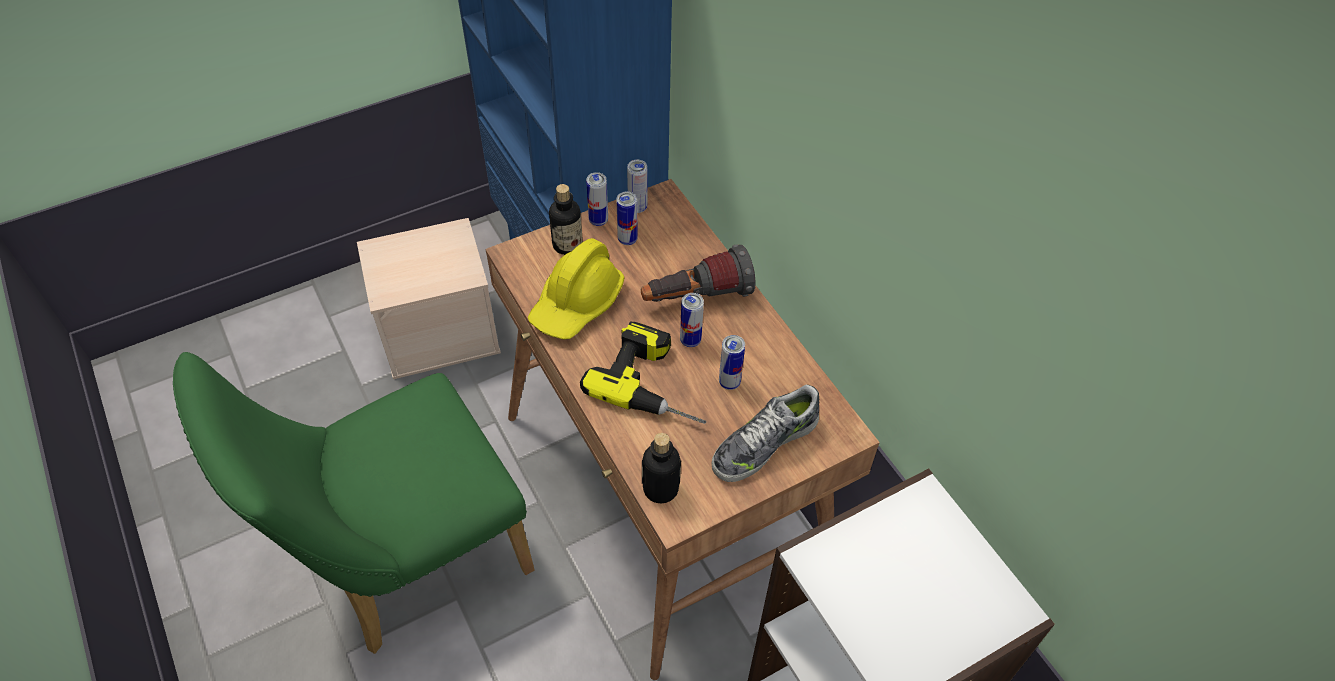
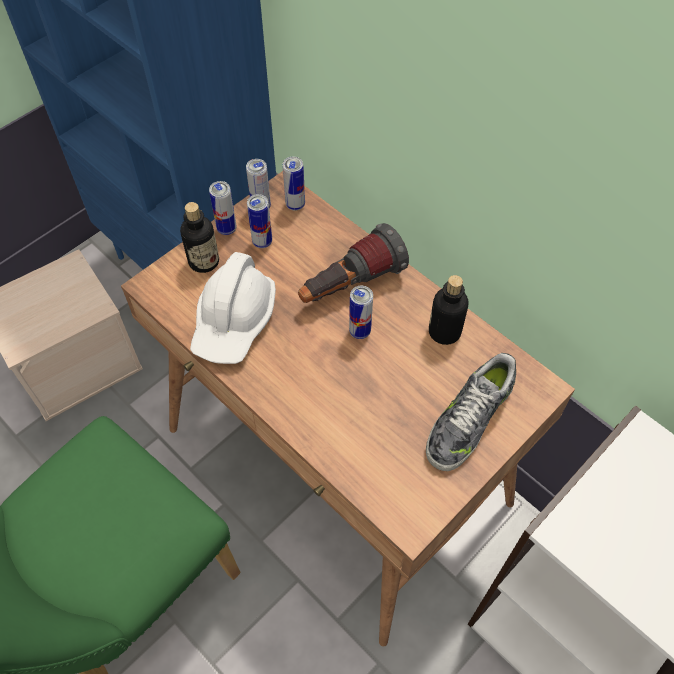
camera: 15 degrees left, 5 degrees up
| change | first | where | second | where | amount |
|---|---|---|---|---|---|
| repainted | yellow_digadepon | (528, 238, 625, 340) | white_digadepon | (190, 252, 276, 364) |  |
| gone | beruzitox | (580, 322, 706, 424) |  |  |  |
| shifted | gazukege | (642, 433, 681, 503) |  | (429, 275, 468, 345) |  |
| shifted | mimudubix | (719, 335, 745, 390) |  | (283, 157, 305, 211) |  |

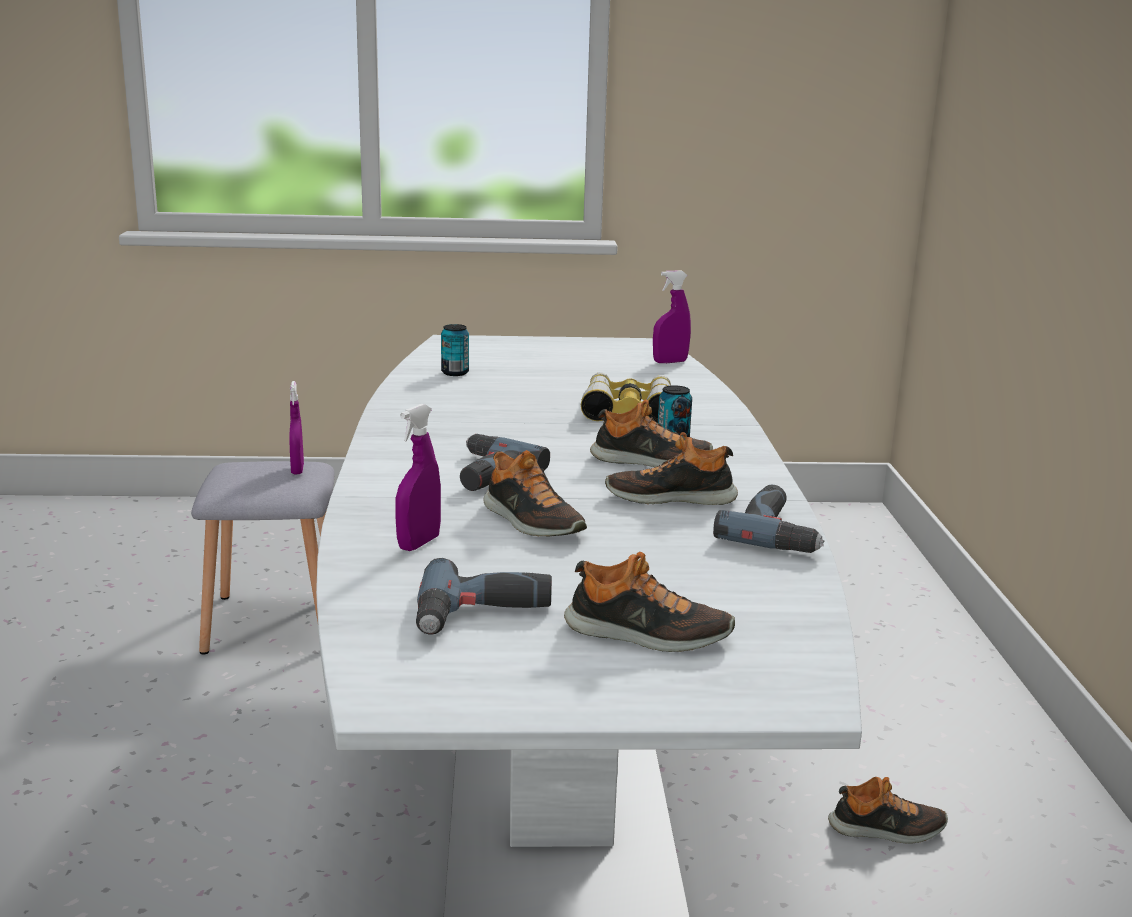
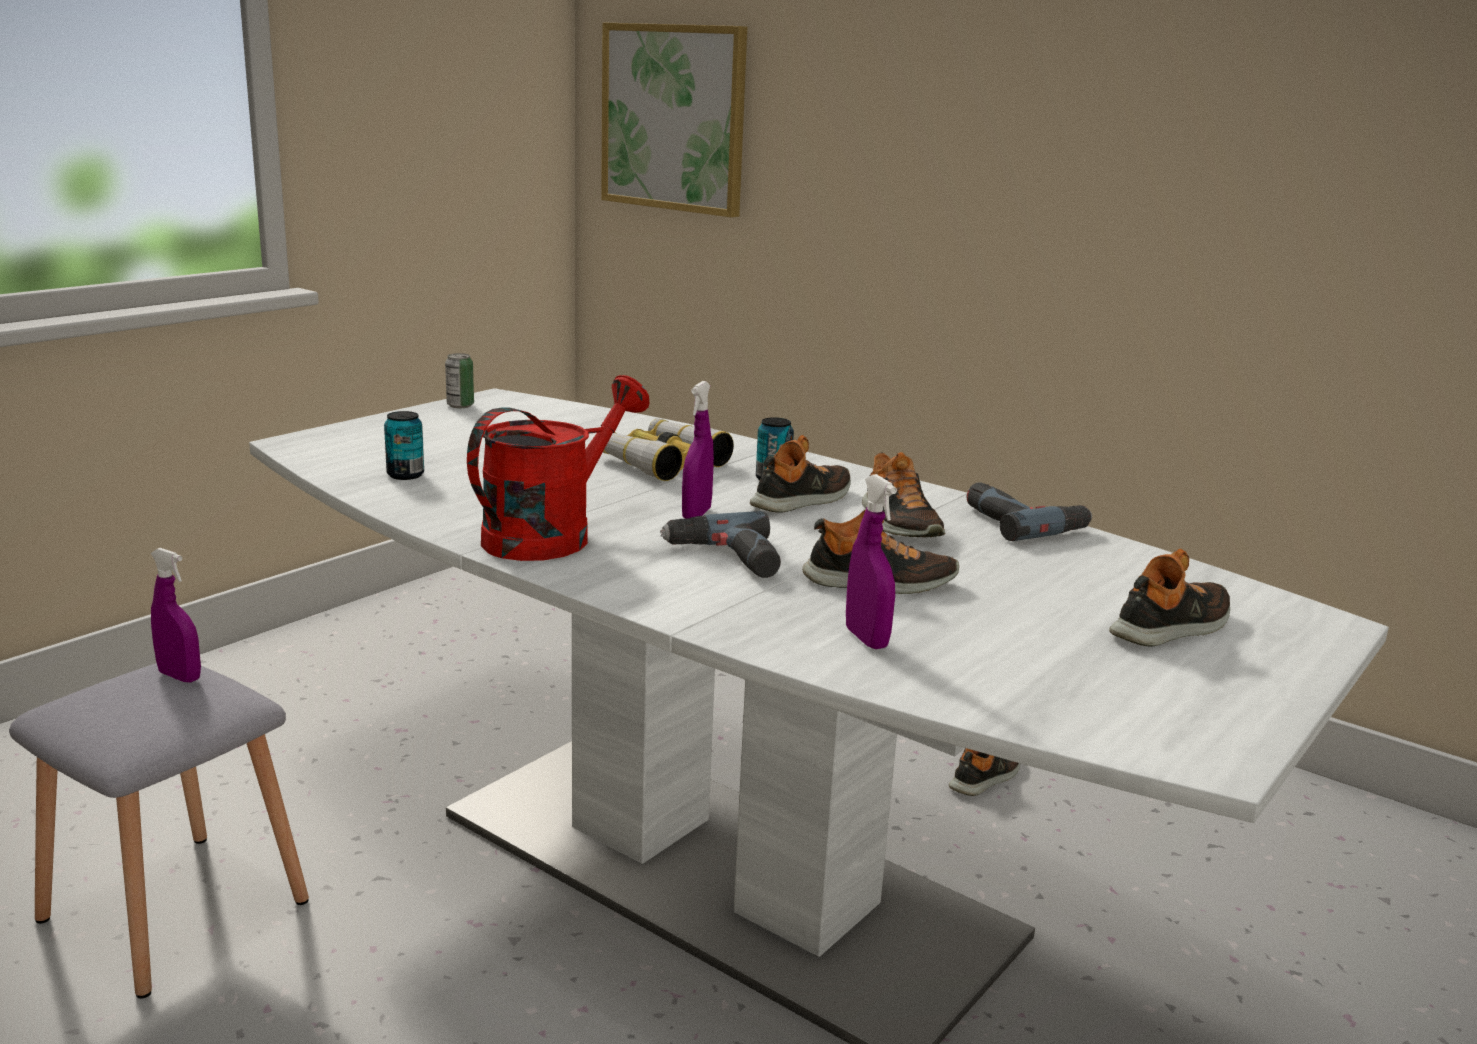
camera: 50 degrees left, 0 degrees up
| change | first | where | second | where | amount |
|---|---|---|---|---|---|
| gone | beruzitox | (416, 558, 552, 635) |  |  |  |
| rotated | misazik | (605, 432, 738, 505) |  | (862, 452, 946, 537) | 60 degrees counterclockwise |
| shifted | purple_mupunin | (653, 270, 691, 363) |  | (682, 381, 714, 519) |  |
| new |  |  | mimudubix | (445, 353, 474, 408) |  |
| new |  |  | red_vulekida | (467, 375, 650, 561) |  |
| new |  |  | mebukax | (601, 23, 747, 217) |  |

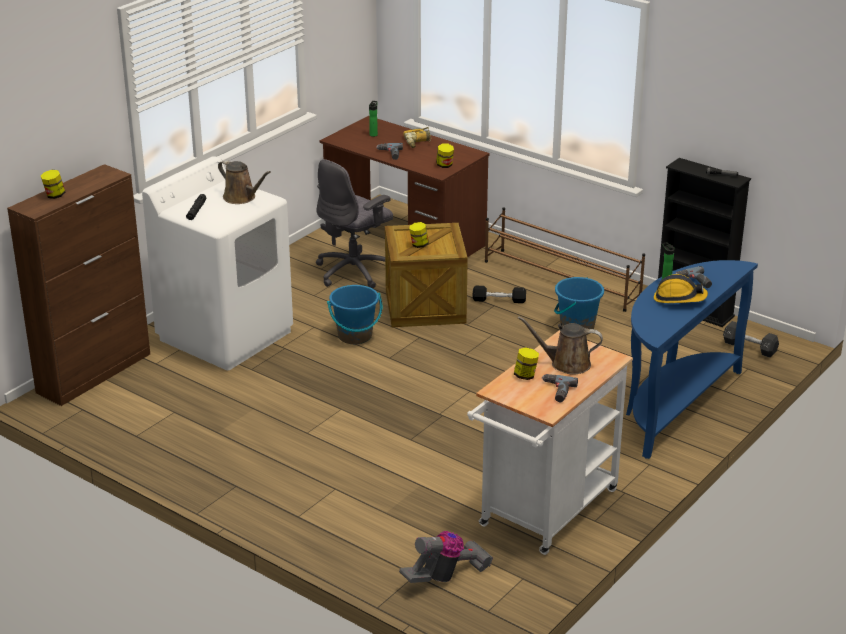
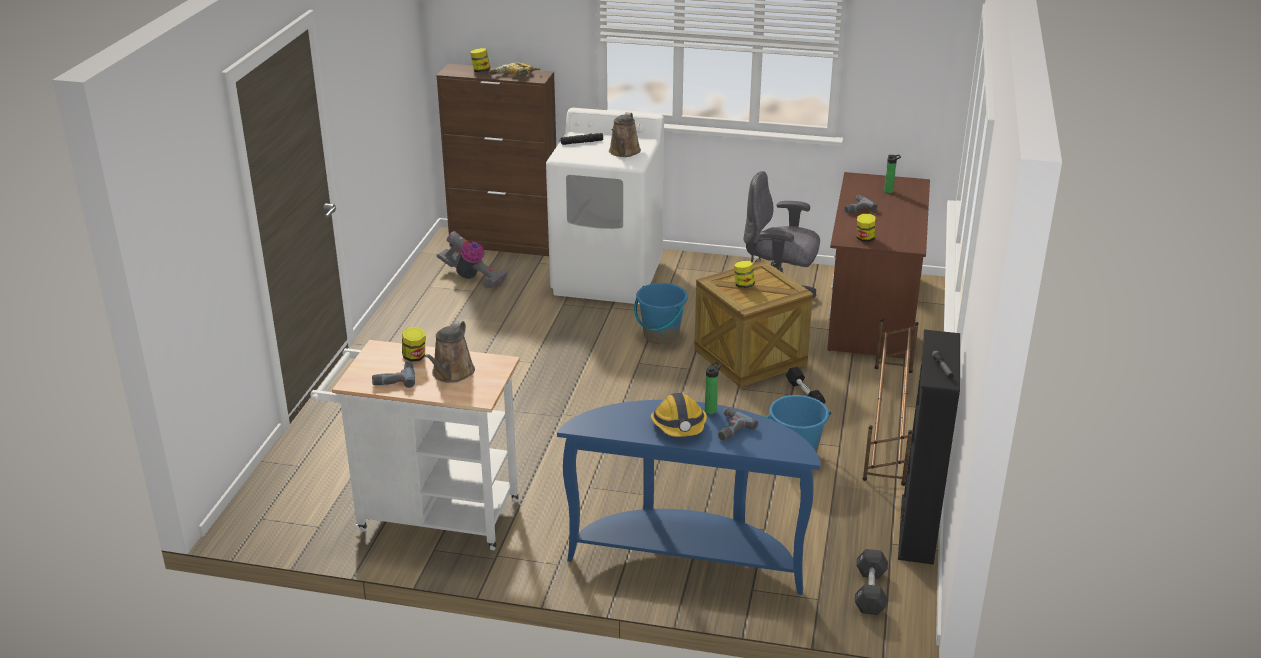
camera: 65 degrees right, 0 degrees up
| change | first | where | second | where | amount |
|---|---|---|---|---|---|
| shifted | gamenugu | (399, 531, 493, 583) |  | (437, 231, 508, 289) |  |
| shifted | beruzitox | (403, 127, 432, 148) |  | (489, 63, 540, 78) |  |
| rotated | brown_vulekida | (518, 316, 603, 375) |  | (424, 320, 475, 383) | 150 degrees counterclockwise |

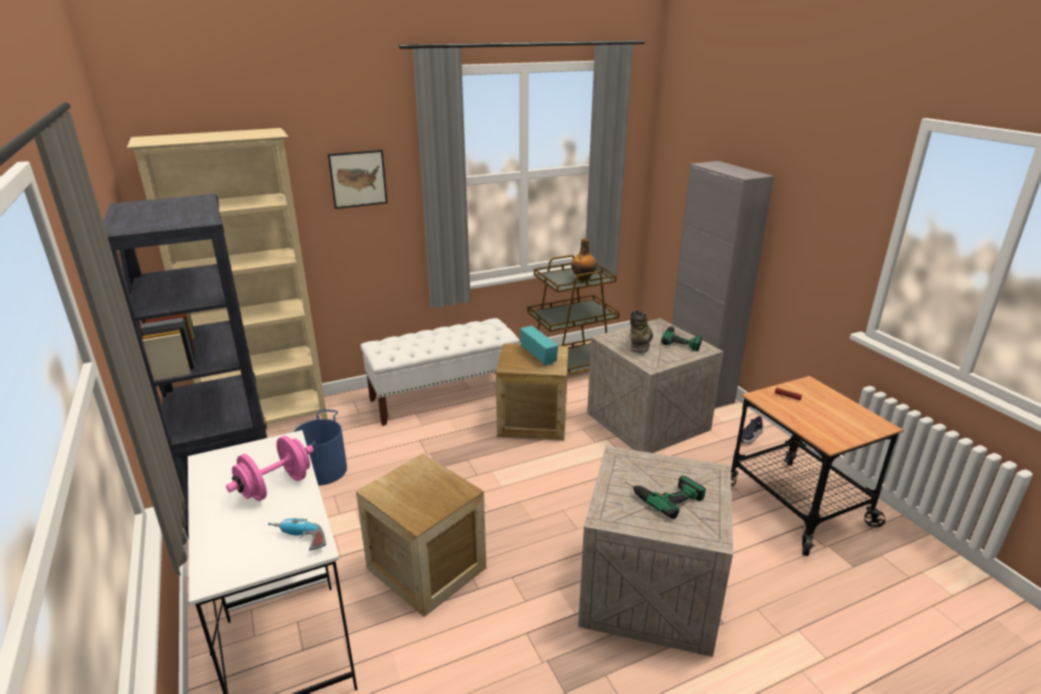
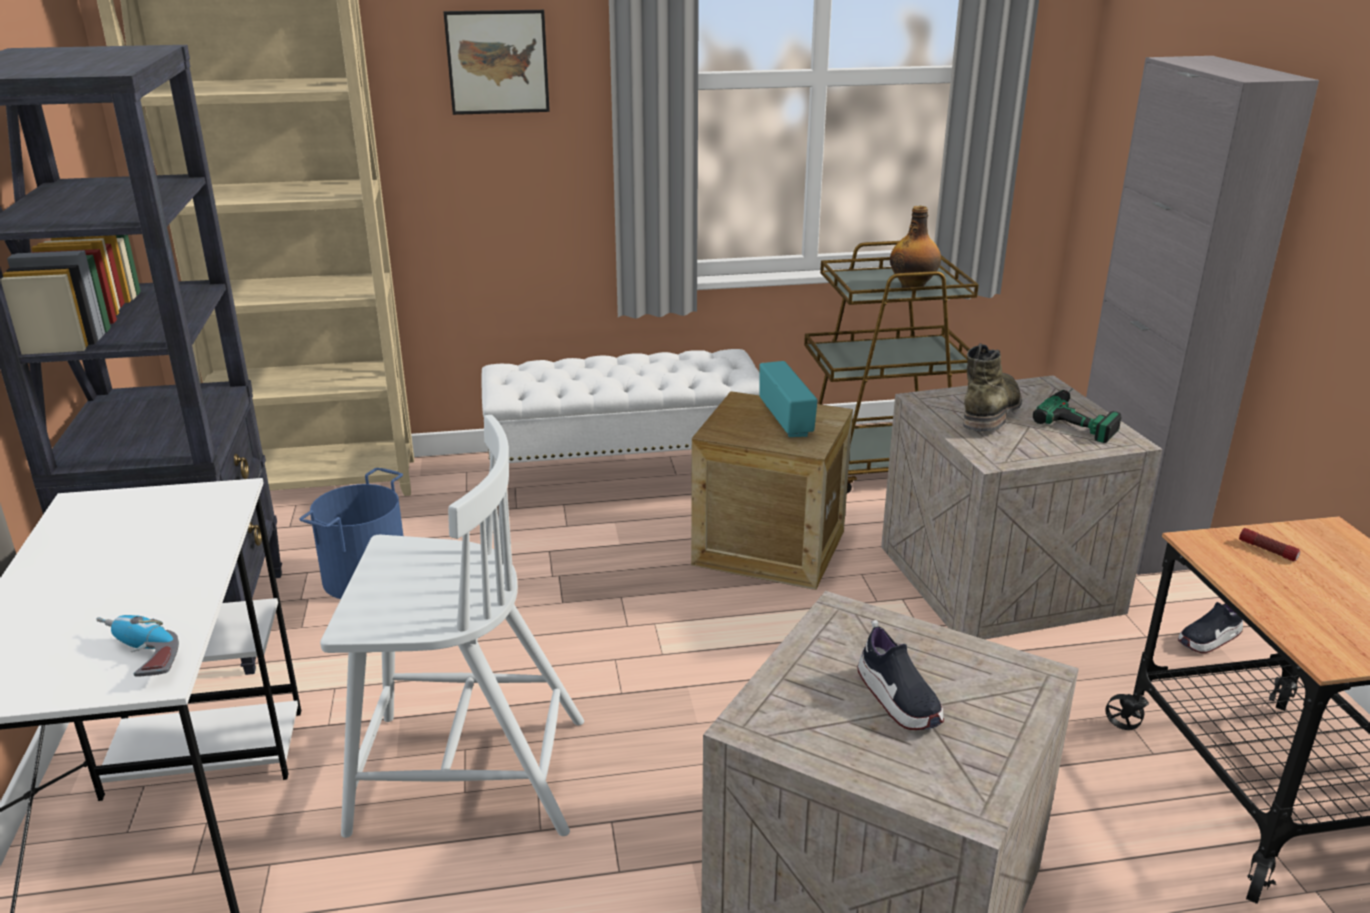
camera: 15 degrees right, 0 degrees up
| change | first | where | second | where | amount |
|---|---|---|---|---|---|
| gone | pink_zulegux | (226, 436, 314, 501) |  |  |  |
| swapped | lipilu | (356, 453, 486, 617) | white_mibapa | (320, 415, 584, 838) |  |
| swapped | beruzitox | (625, 476, 706, 519) | misazik | (857, 620, 944, 730) |  |

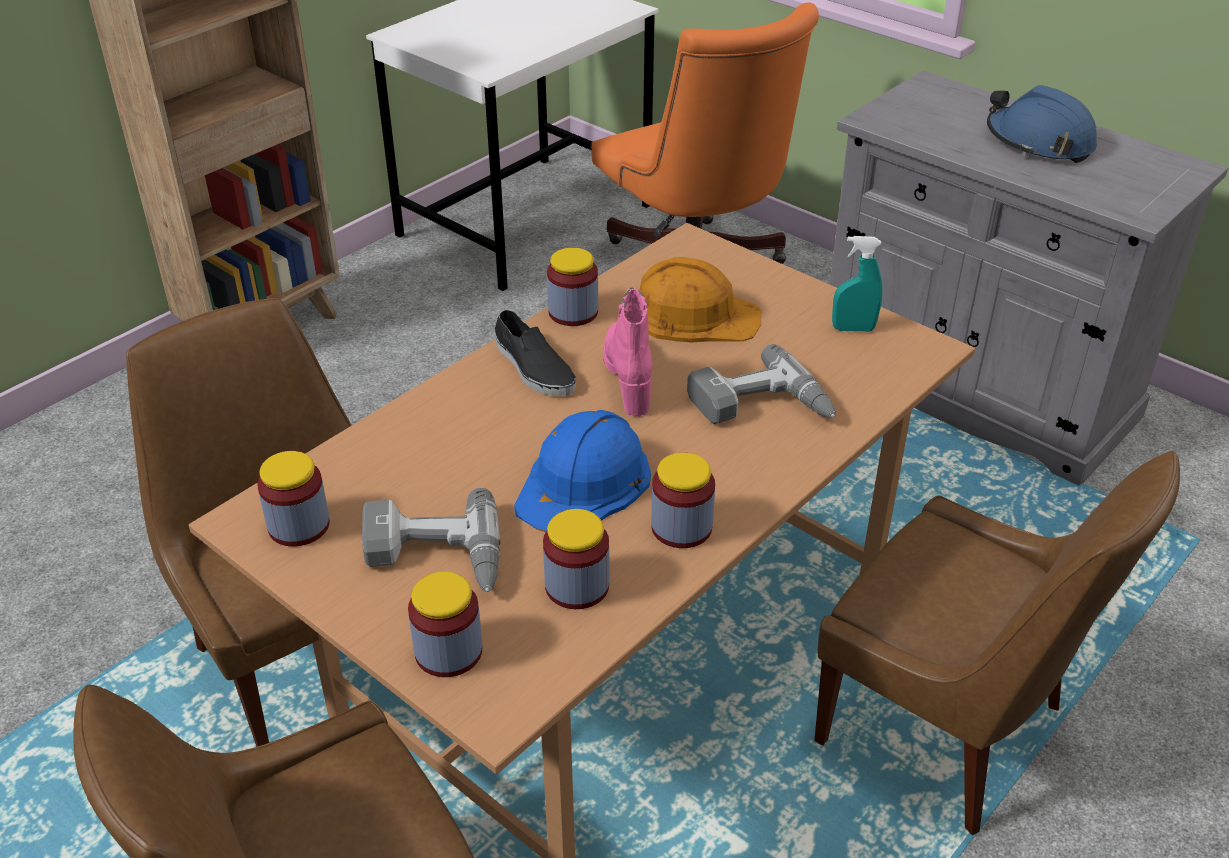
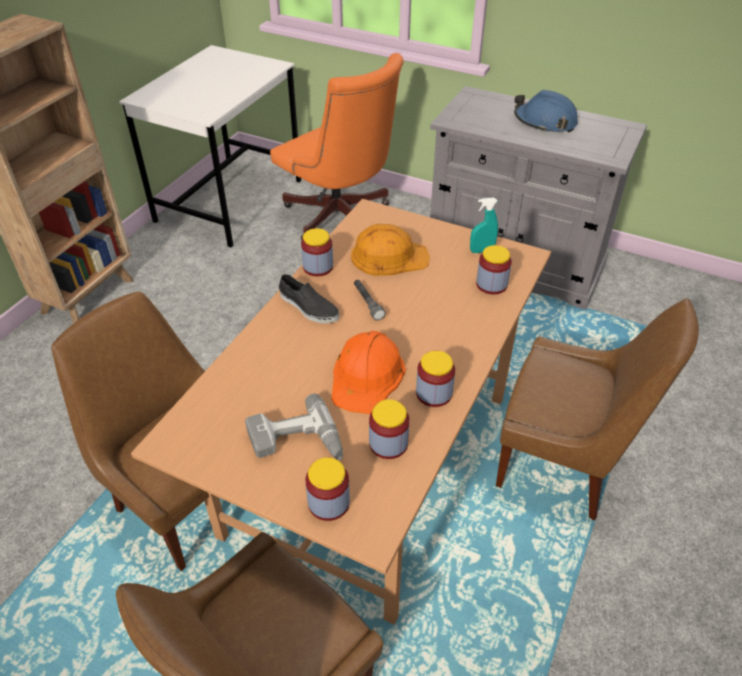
camera: 15 degrees left, 5 degrees up
| change | first | where | second | where | amount |
|---|---|---|---|---|---|
| shifted | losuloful | (257, 451, 330, 547) |  | (476, 245, 512, 294) |  |
| repainted | blue_digadepon | (514, 410, 651, 532) | orange_digadepon | (331, 331, 406, 414) |  |
| swapped | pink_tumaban | (603, 287, 653, 417) | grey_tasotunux | (354, 280, 386, 321) |  |
| gone | beruzitox | (687, 344, 836, 424) |  |  |  |

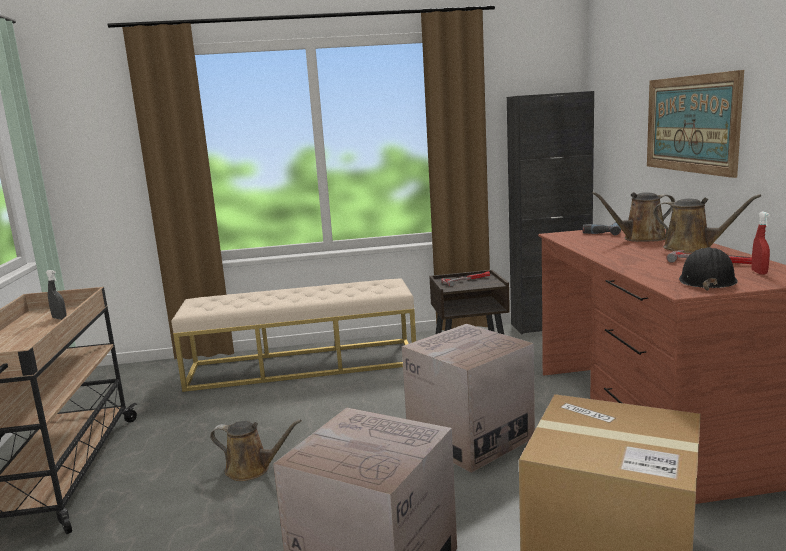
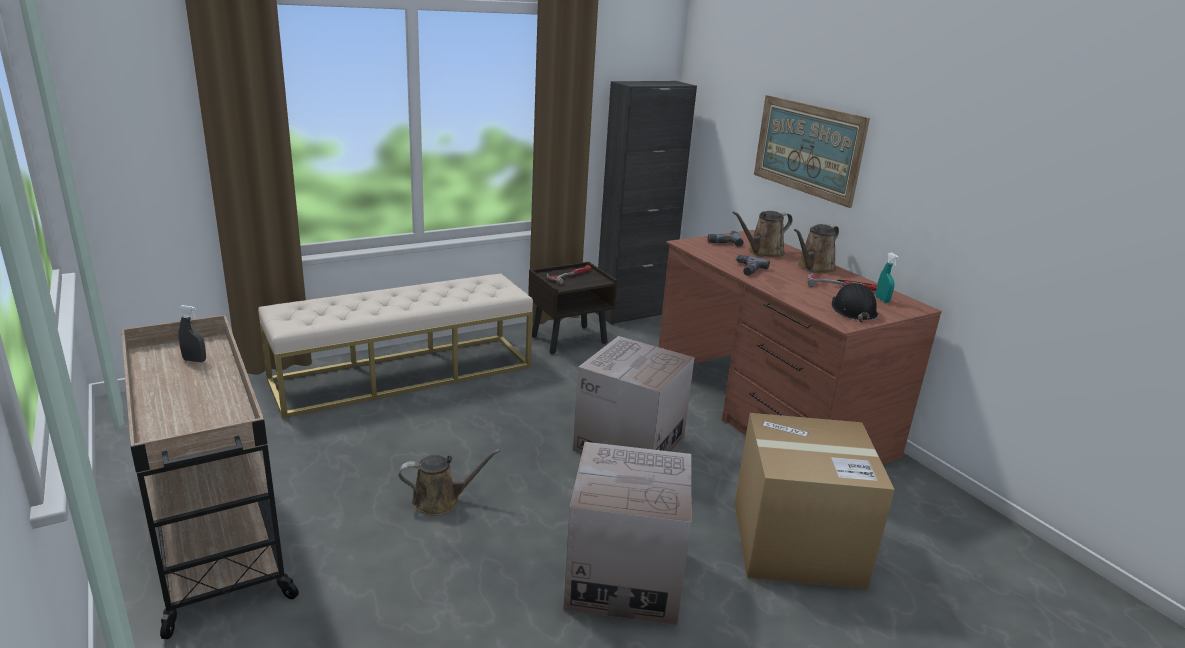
camera: 25 degrees left, 10 degrees up
| change | first | where | second | where | amount |
|---|---|---|---|---|---|
| rotated | brown_vulekida | (653, 194, 761, 253) |  | (794, 224, 839, 273) | 120 degrees clockwise |
| repainted | red_mupunin | (751, 212, 770, 275) | turquoise_mupunin | (876, 253, 899, 303) |  |
| new |  |  | beruzitox | (735, 255, 770, 276) |  |

